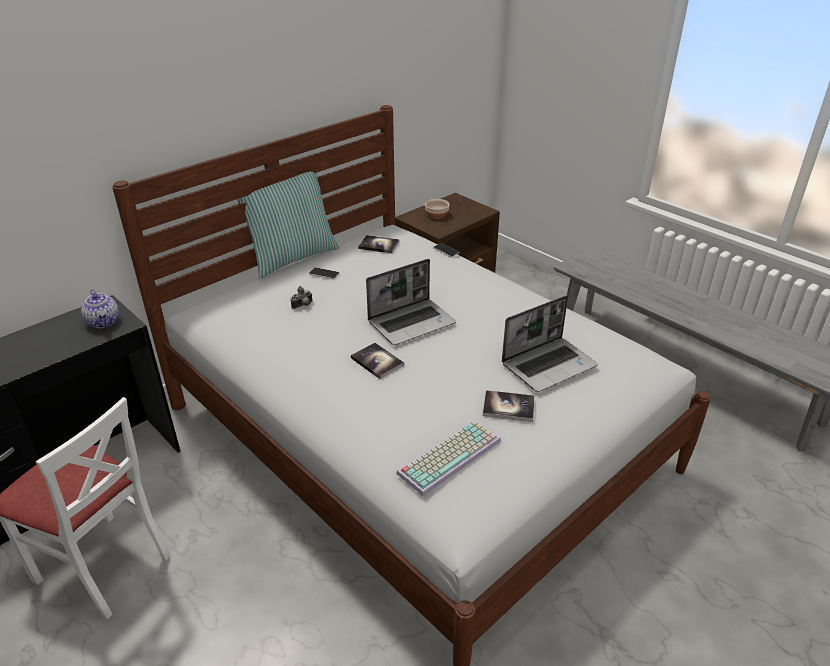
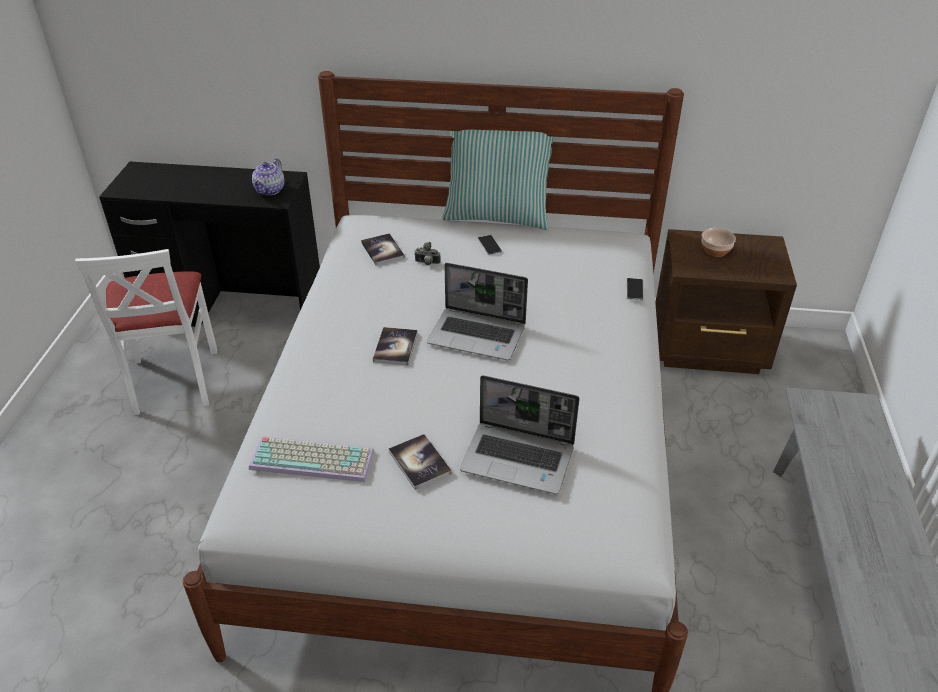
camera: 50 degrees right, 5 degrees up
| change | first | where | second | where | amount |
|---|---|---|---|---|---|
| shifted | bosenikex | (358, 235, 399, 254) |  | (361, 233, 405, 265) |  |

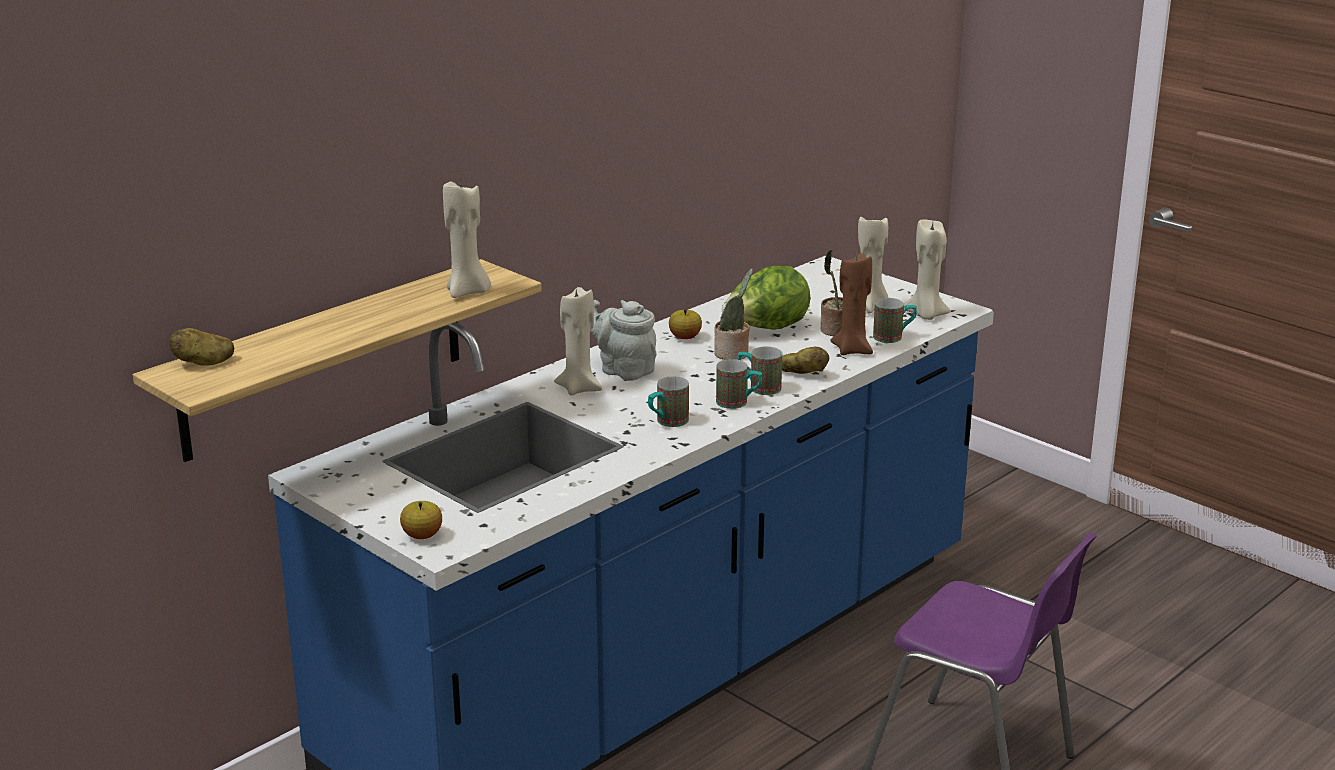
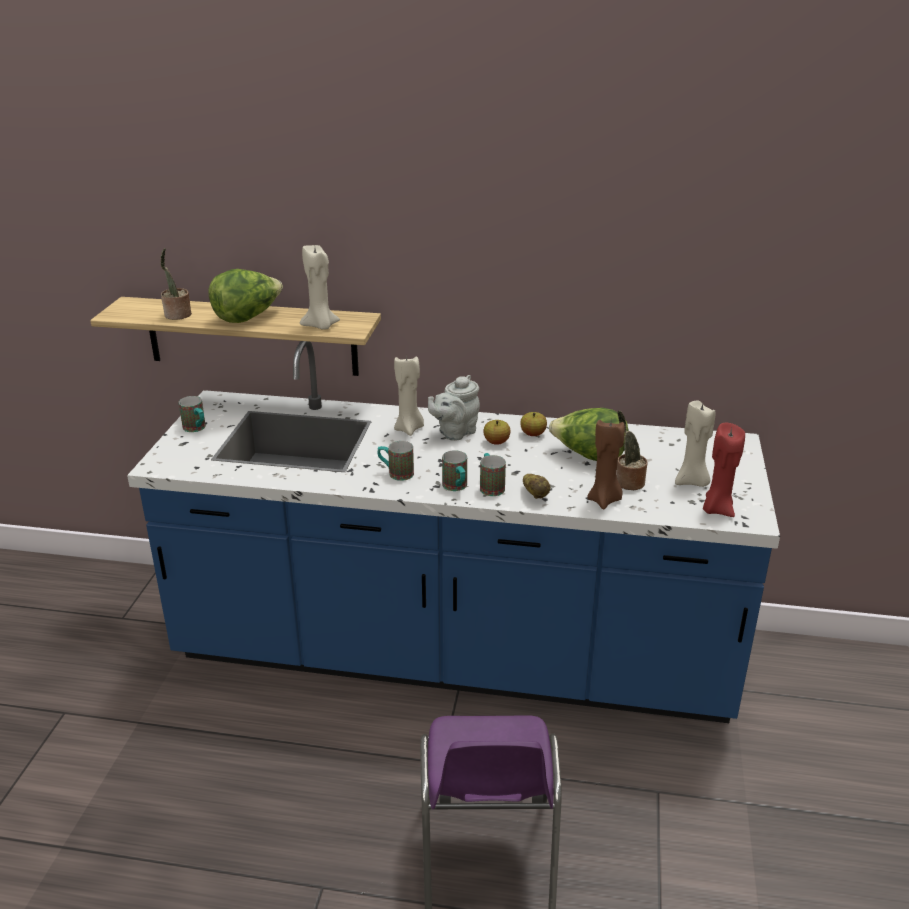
camera: 55 degrees right, 5 degrees up
| change | first | where | second | where | amount |
|---|---|---|---|---|---|
| gone | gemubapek | (169, 328, 234, 366) |  |  |  |
| shifted | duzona | (400, 501, 442, 539) |  | (483, 420, 510, 445) |  |
| rotated | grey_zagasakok | (591, 300, 657, 381) |  | (428, 375, 480, 441) | 135 degrees counterclockwise |
| shifted | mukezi | (714, 268, 753, 360) |  | (160, 248, 192, 320) |  |
| shifted | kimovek | (873, 298, 917, 343) |  | (179, 396, 206, 432) |  |
| repainted | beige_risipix | (904, 220, 951, 320) | red_risipix | (703, 423, 745, 517) |  |
| new |  |  | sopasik | (209, 269, 283, 323) |  |

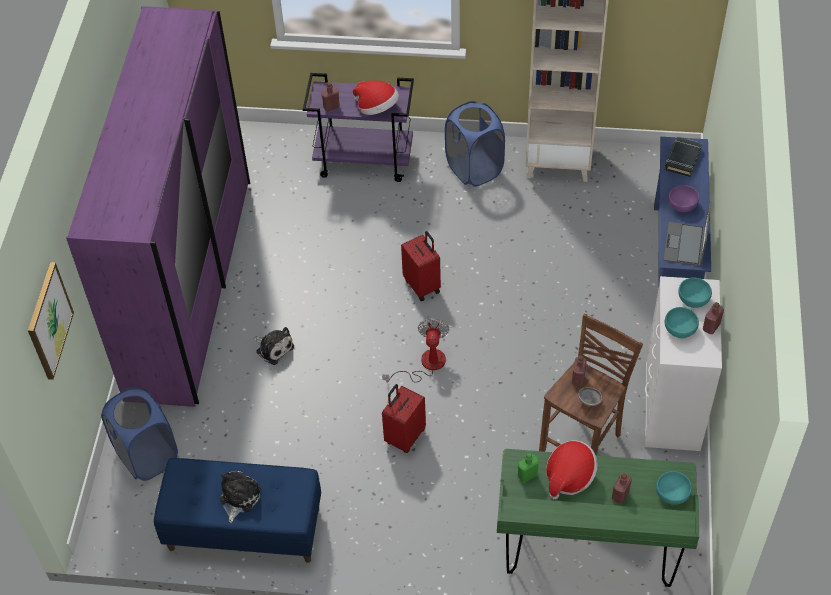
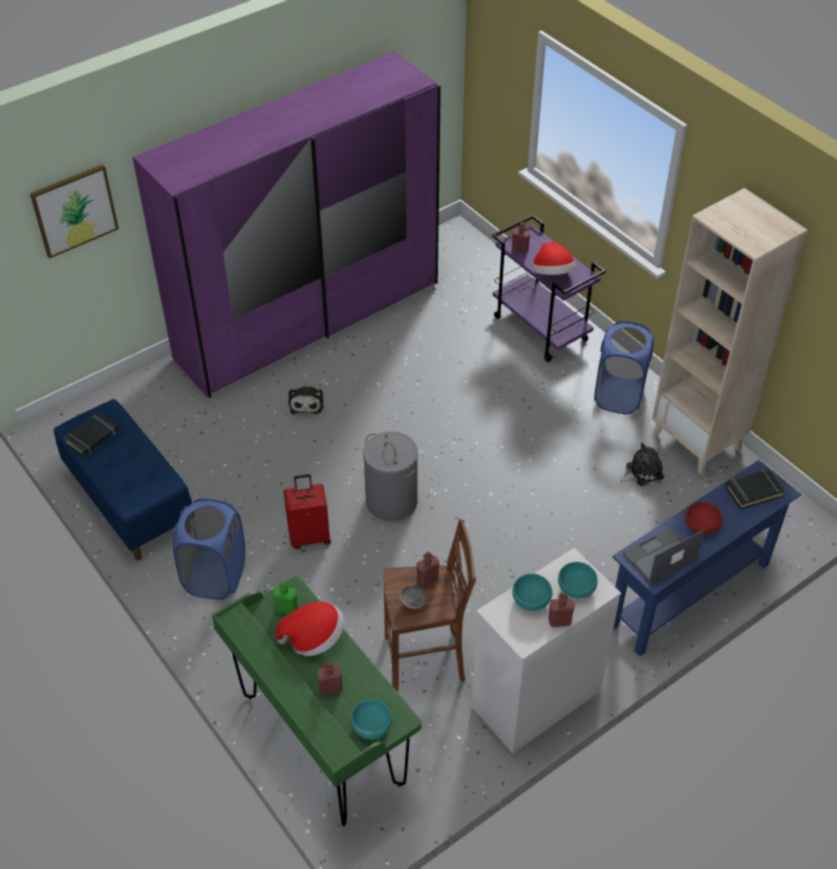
camera: 45 degrees right, 5 degrees down
| change | first | where | second | where | amount |
|---|---|---|---|---|---|
| shifted | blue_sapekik | (101, 387, 178, 481) |  | (173, 499, 245, 600) |  |
| shifted | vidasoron | (220, 471, 261, 523) |  | (621, 443, 664, 486) |  |
| swapped | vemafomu | (382, 318, 449, 383) | grey_sapekik | (363, 431, 418, 521) |  |
| gone | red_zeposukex | (401, 231, 441, 301) |  |  |  |
| repainted | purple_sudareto | (668, 185, 699, 212) | red_sudareto | (685, 502, 722, 534) |  |
| new |  |  | black_bosenikex | (64, 412, 119, 457) |  |

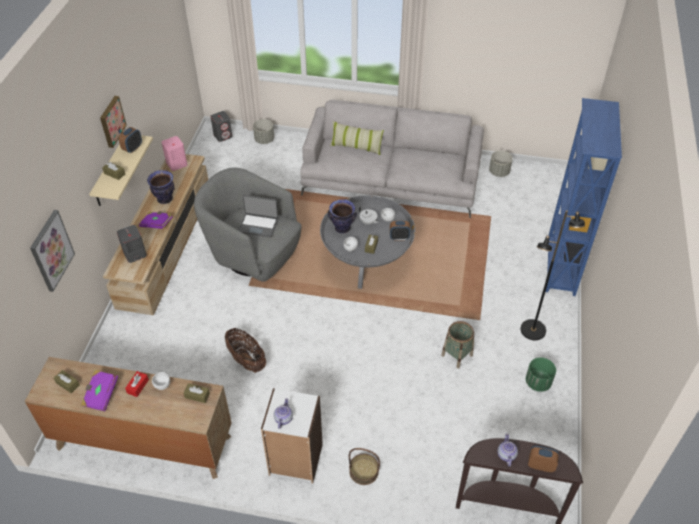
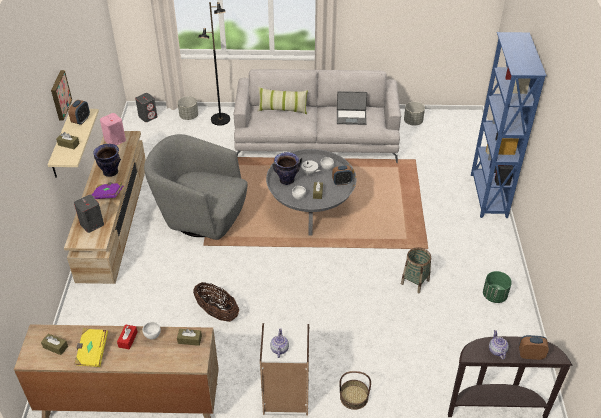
camera: 10 degrees left, 5 degrees down
| change | first | where | second | where | amount |
|---|---|---|---|---|---|
| gone | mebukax | (30, 210, 75, 292) |  |  |  |
| repainted | purple_bosenikex | (81, 370, 118, 411) | yellow_bosenikex | (74, 328, 108, 367) |  |
| shifted | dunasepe | (239, 195, 278, 238) |  | (337, 91, 367, 125) |  |
| shifted | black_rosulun | (521, 210, 585, 340) |  | (198, 2, 230, 126) |  |

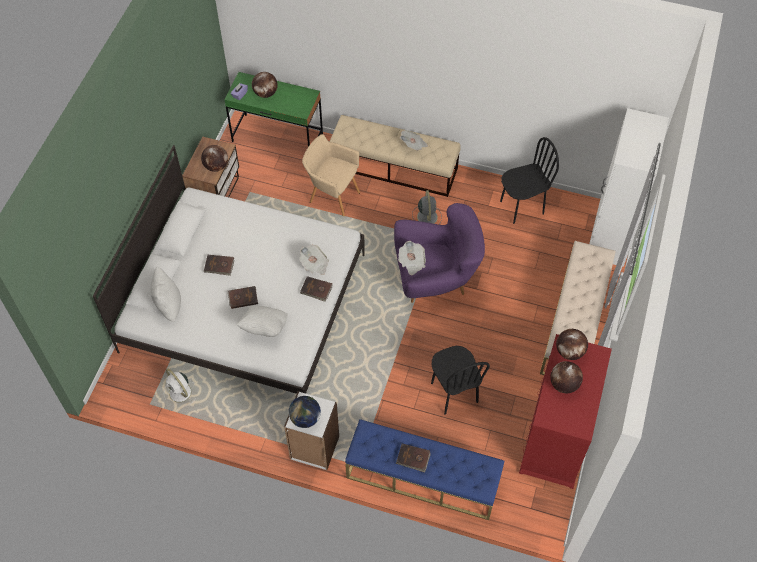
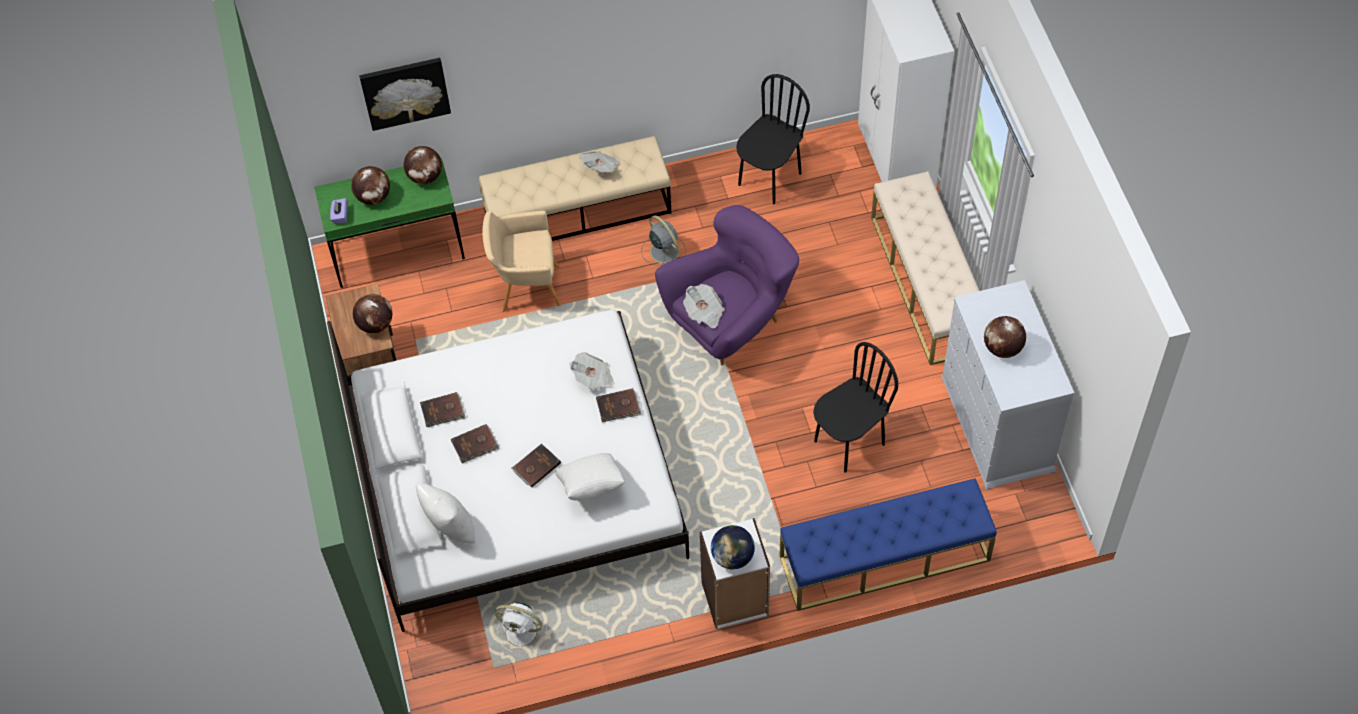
camera: 30 degrees left, 0 degrees up
| change | first | where | second | where | amount |
|---|---|---|---|---|---|
| shifted | brown_bosenikex | (396, 444, 431, 473) |  | (420, 392, 465, 427) |  |
| rotated | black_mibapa | (431, 346, 490, 415) |  | (813, 342, 898, 473) | 75 degrees counterclockwise |
| repainted | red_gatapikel | (519, 334, 612, 489) | white_gatapikel | (941, 280, 1074, 490) |  |
| shifted | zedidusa | (556, 329, 588, 360) |  | (403, 146, 442, 184) |  |
| new |  |  | mebukax | (359, 58, 451, 131) |  |

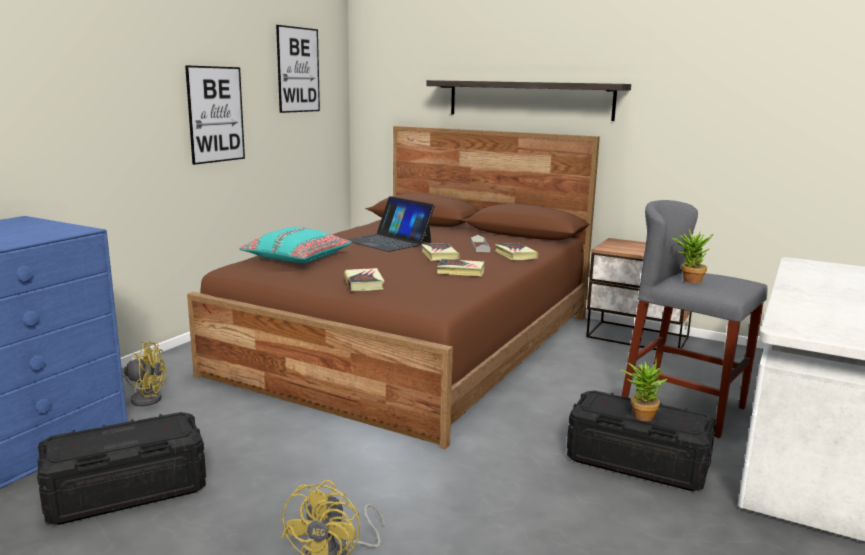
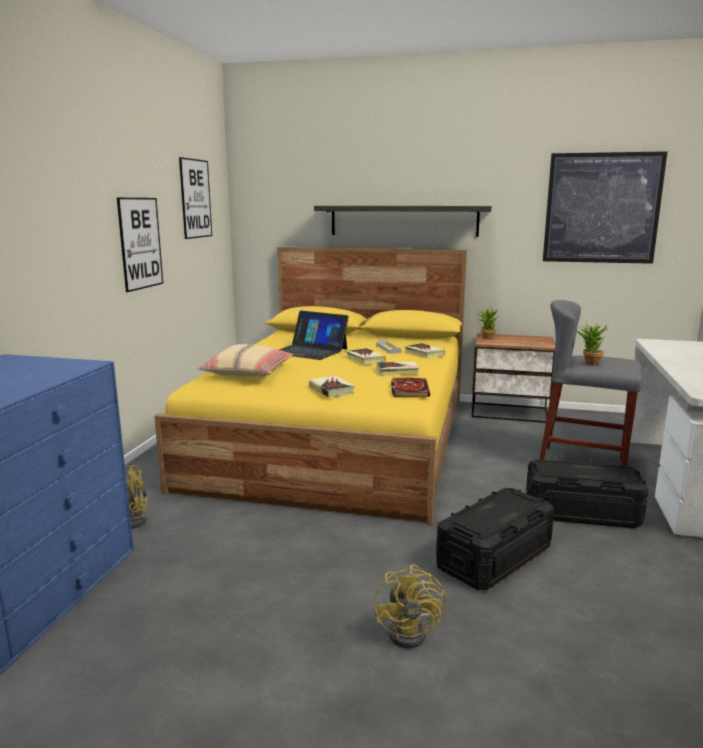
camera: 15 degrees left, 0 degrees up
| change | first | where | second | where | amount |
|---|---|---|---|---|---|
| shifted | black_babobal | (37, 412, 206, 525) |  | (436, 488, 554, 590) |  |
| repainted | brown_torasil | (187, 126, 600, 449) | yellow_torasil | (154, 247, 467, 525) |  |
| repainted | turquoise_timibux | (239, 227, 352, 263) | beige_timibux | (198, 344, 293, 377) |  |
| shifted | mukezi | (621, 358, 667, 421) |  | (475, 308, 499, 339) |  |
| new |  |  | bosenikex | (391, 377, 430, 397) |  |
| new |  |  | mebukax | (543, 151, 668, 264) |  |

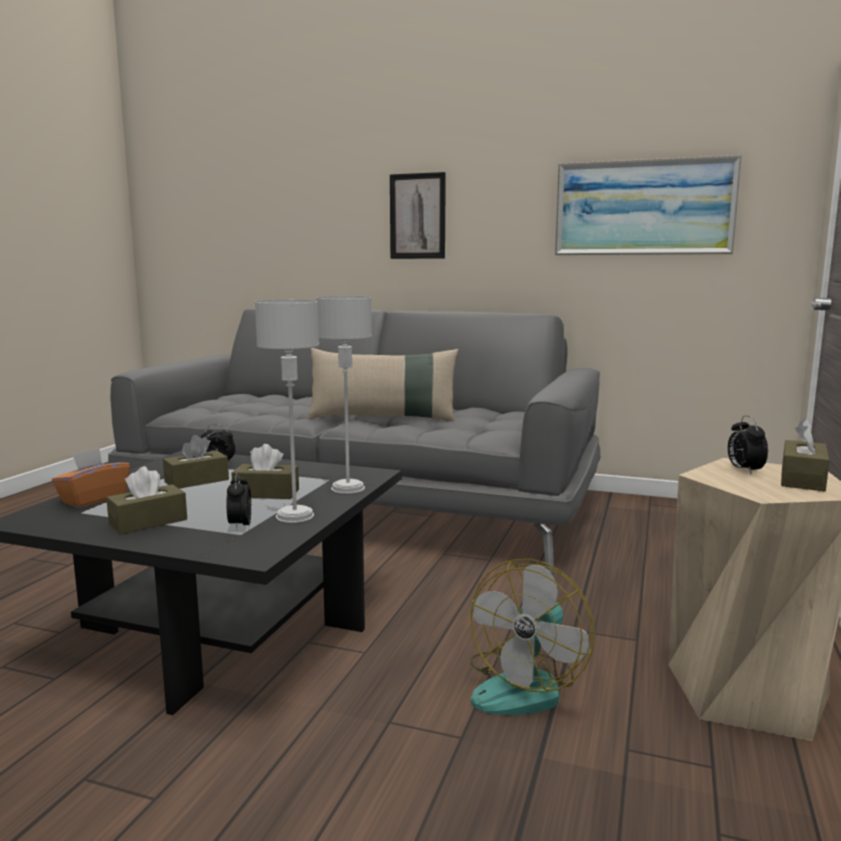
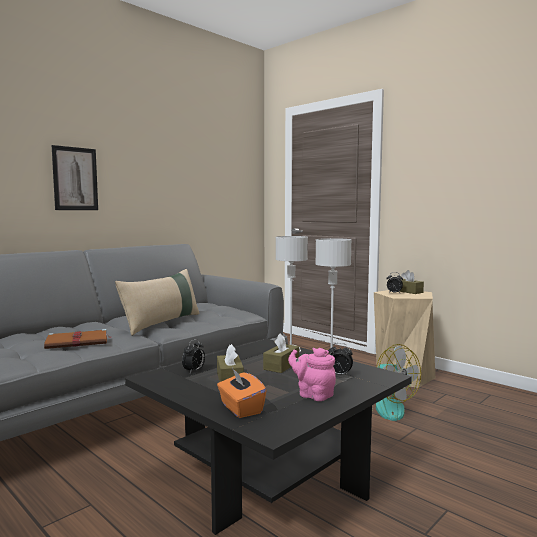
camera: 65 degrees left, 5 degrees down
| change | first | where | second | where | amount |
|---|---|---|---|---|---|
| swapped | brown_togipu | (106, 466, 187, 534) | pink_zagasakok | (288, 348, 336, 401) |  |
| gone | mebukax | (555, 155, 742, 255) |  |  |  |
| new |  |  | brown_bosenikex | (44, 329, 112, 349) |  |

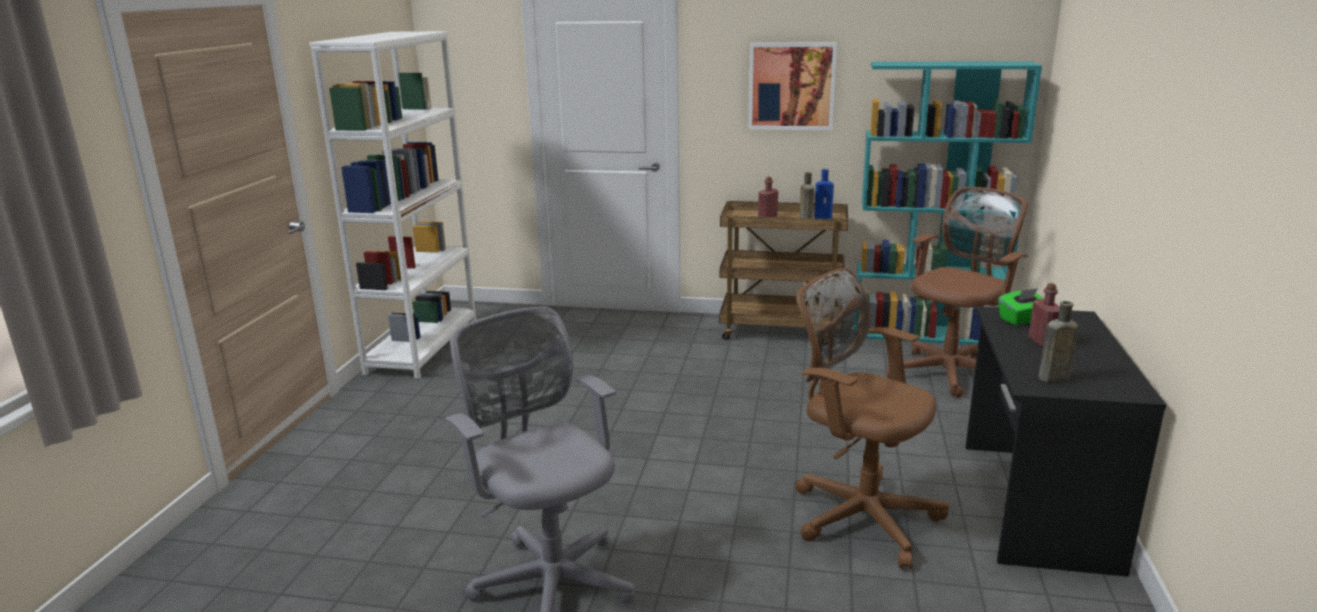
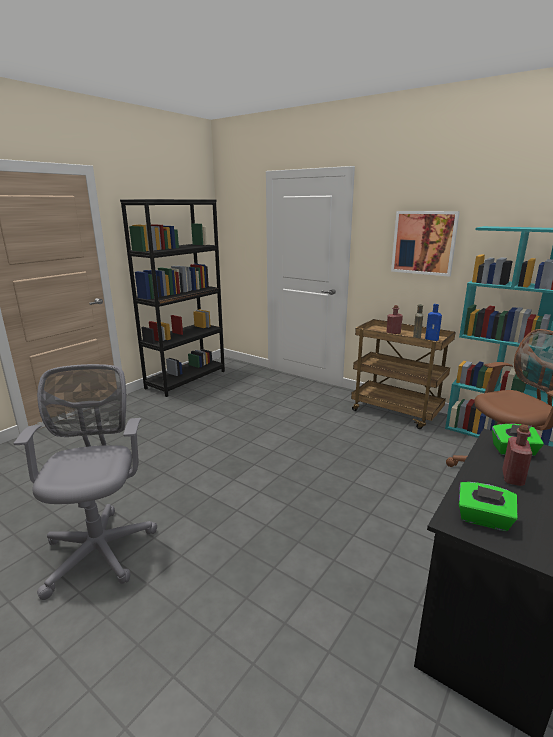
camera: 25 degrees right, 0 degrees up
| change | first | where | second | where | amount |
|---|---|---|---|---|---|
| repainted | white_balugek | (309, 31, 476, 379) | black_balugek | (120, 199, 225, 397) |  |
| gone | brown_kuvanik | (795, 268, 949, 569) |  |  |  |
| swapped | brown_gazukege | (1038, 301, 1078, 382) | green_togipu | (459, 482, 518, 531) |  |

